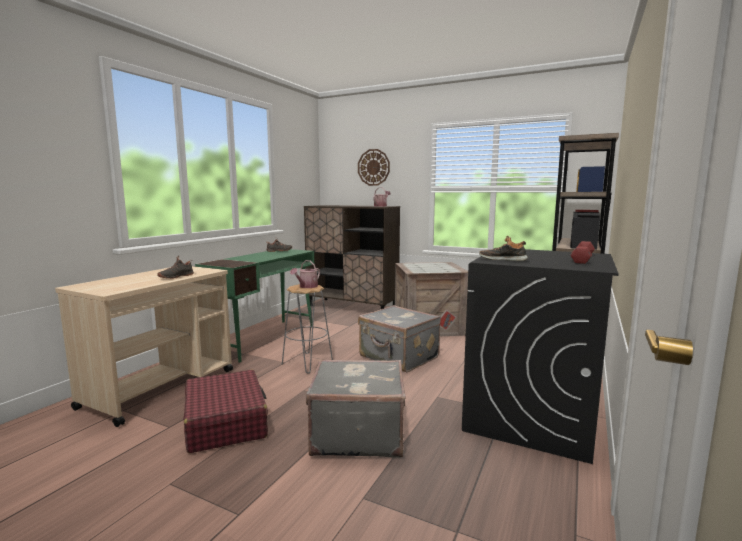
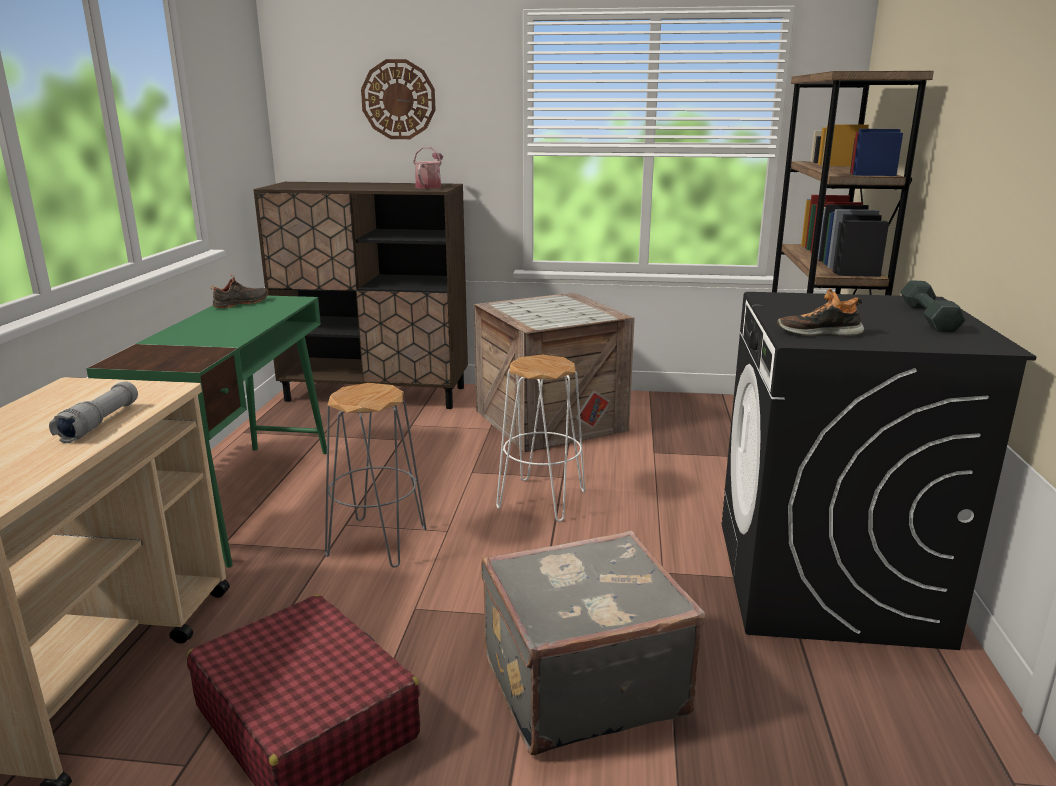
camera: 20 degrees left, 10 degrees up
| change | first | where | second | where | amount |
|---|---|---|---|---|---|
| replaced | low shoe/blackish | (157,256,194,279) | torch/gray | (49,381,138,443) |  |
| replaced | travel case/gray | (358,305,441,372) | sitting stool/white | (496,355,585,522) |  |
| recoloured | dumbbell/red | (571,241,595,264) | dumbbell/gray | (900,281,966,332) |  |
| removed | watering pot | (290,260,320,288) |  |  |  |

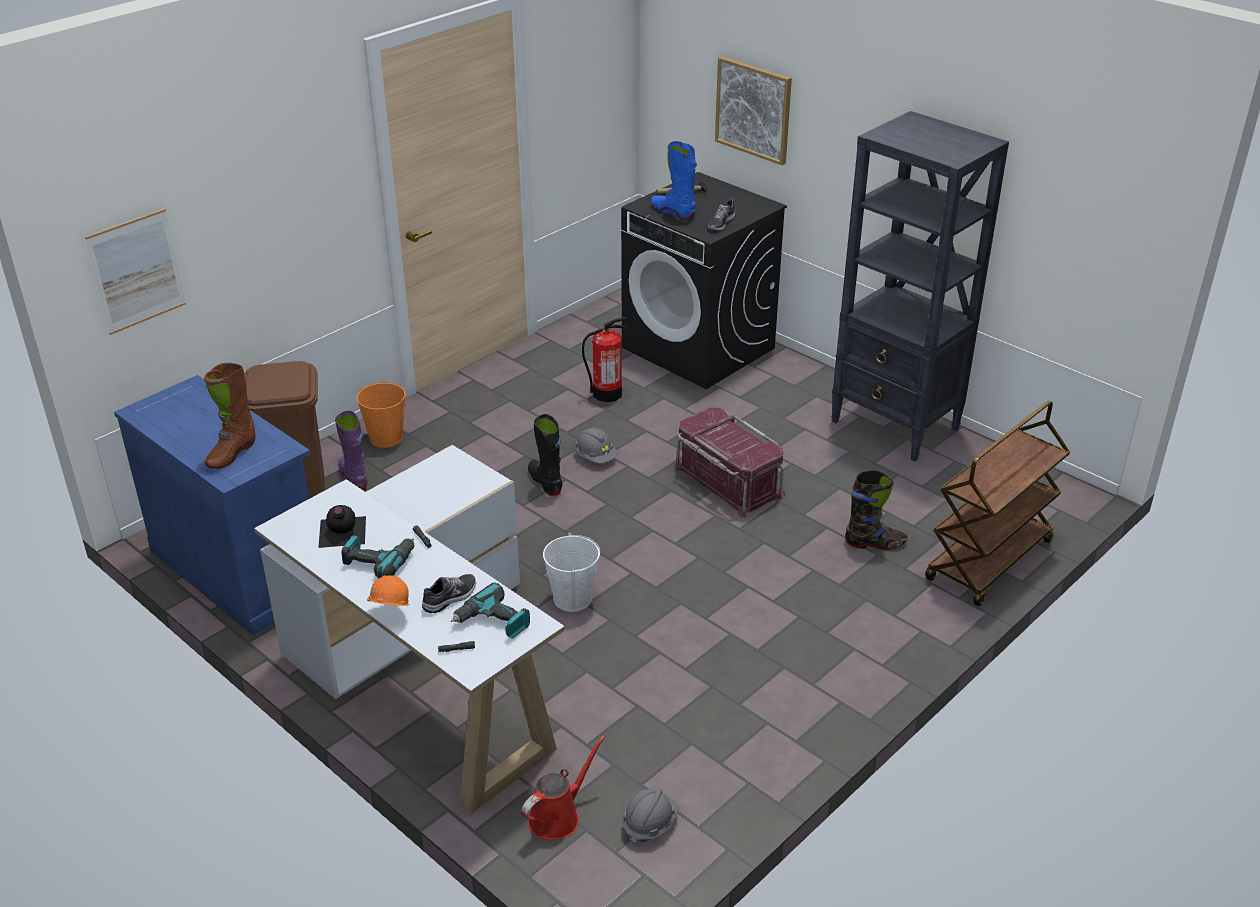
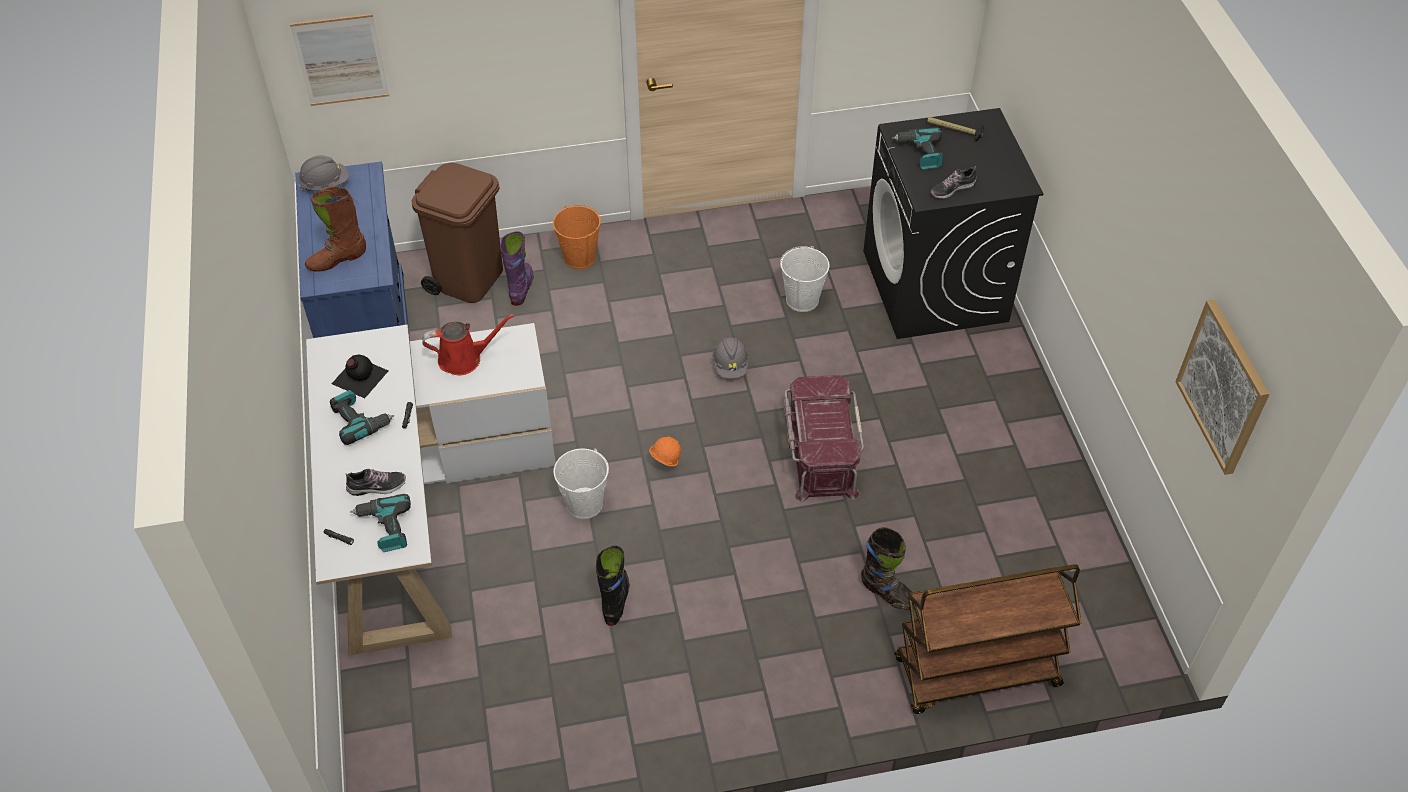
camera: 35 degrees right, 15 degrees up
| change | first | where | second | where | amount |
|---|---|---|---|---|---|
| moved | safety helmet/gray | (623,787,679,845) |  | (298,155,349,191) |  |
| moved | watering pot/red | (521,736,605,840) |  | (422,314,514,375) |  |
| moved | high-top boot/blackish | (528,414,563,496) |  | (596,546,630,626) |  |
| moved | safety helmet/orange-coloured | (367,575,409,606) |  | (649,436,681,467) |  |
| replaced | extinguisher | (582,317,626,402) | water bucket/white | (780,246,829,312) |  |
| replaced | high-top boot/blue | (651,141,697,220) | drill | (892,127,943,170) |  |
| moved | wall art | (715,56,792,165) |  | (1175,299,1270,475) |  |
| removed | shelving unit/blackish | (831,111,1009,462) |  |  |  |

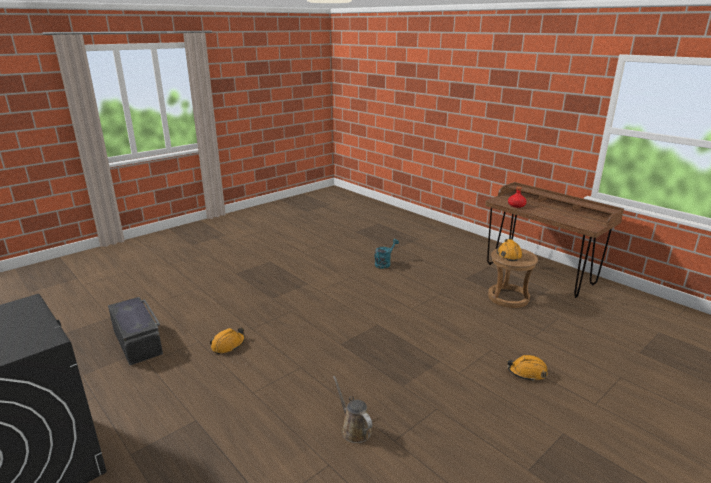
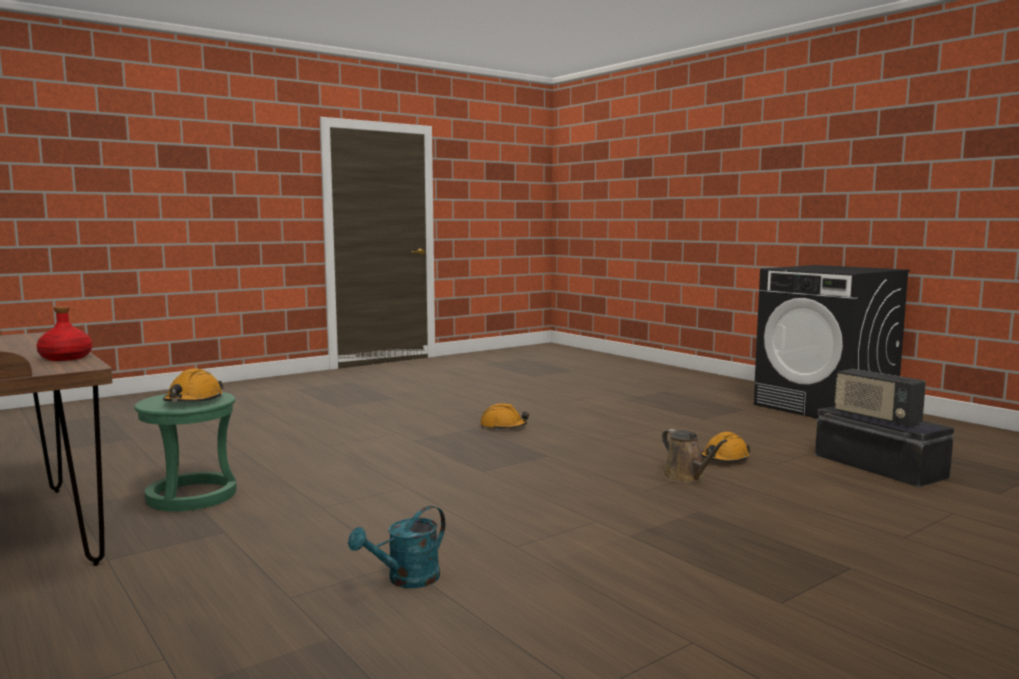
camera: 175 degrees left, 15 degrees down
| change | first | where | second | where | amount |
|---|---|---|---|---|---|
| recoloured | sitting stool/brownish | (488,249,538,308) | sitting stool/green-coloured | (134,392,237,511) |  |
| moved | safety helmet/orange-coloured | (507,355,548,381) |  | (480,403,529,430) |  |
| moved | watering pot/brownish | (333,376,372,443) |  | (662,429,727,483) |  |
| added |  |  | radio set | (835,369,926,426) |  |

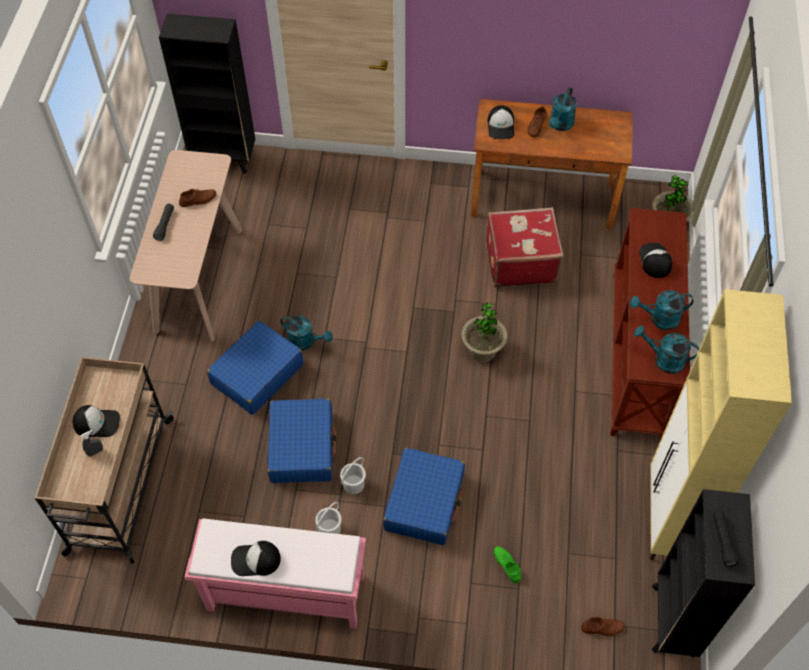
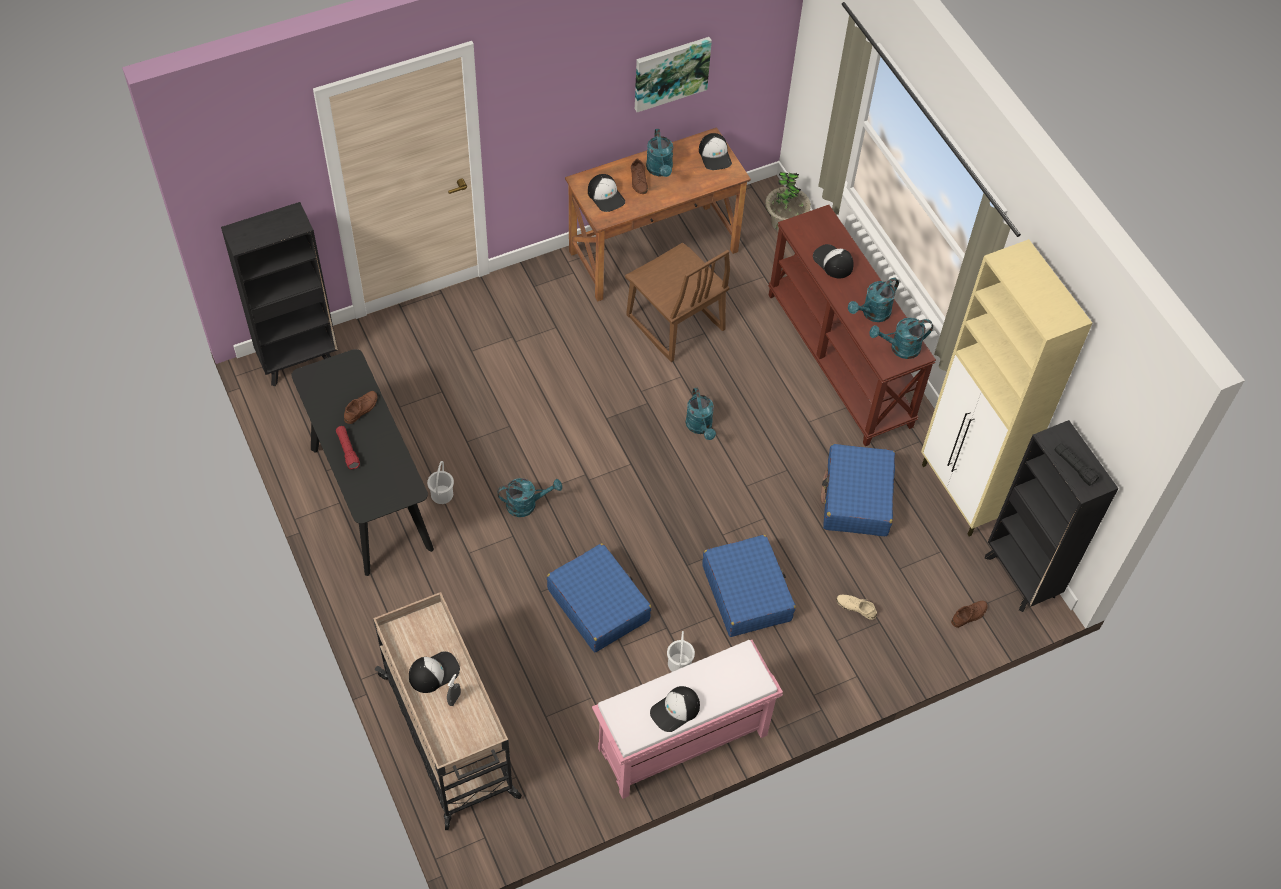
camera: 35 degrees left, 0 degrees up
| change | first | where | second | where | amount |
|---|---|---|---|---|---|
| recoloured | hall table/beige | (130,150,243,341) | hall table/blackish | (291,349,434,576) |  |
| recoloured | torch/blackish | (153,204,174,241) | torch/red | (336,426,360,469) |  |
| moved | water bucket/white | (340,457,366,494) |  | (427,461,454,504) |  |
| replaced | travel case/red | (486,207,564,287) | upright chair/brownish | (625,243,730,362) |  |
| added |  |  | wall art | (635,37,712,112) |  |
| replaced | houseplant | (461,303,508,362) | watering pot/turquoise | (686,388,716,440) |  |
| added |  |  | peaked cap | (699,133,732,170) |  |
| moved | travel case/blue | (207,321,303,415) |  | (821,444,895,536) |  |
| recoloured | low shoe/green-coloured | (493,546,521,583) | low shoe/beige | (836,595,877,620) |  |

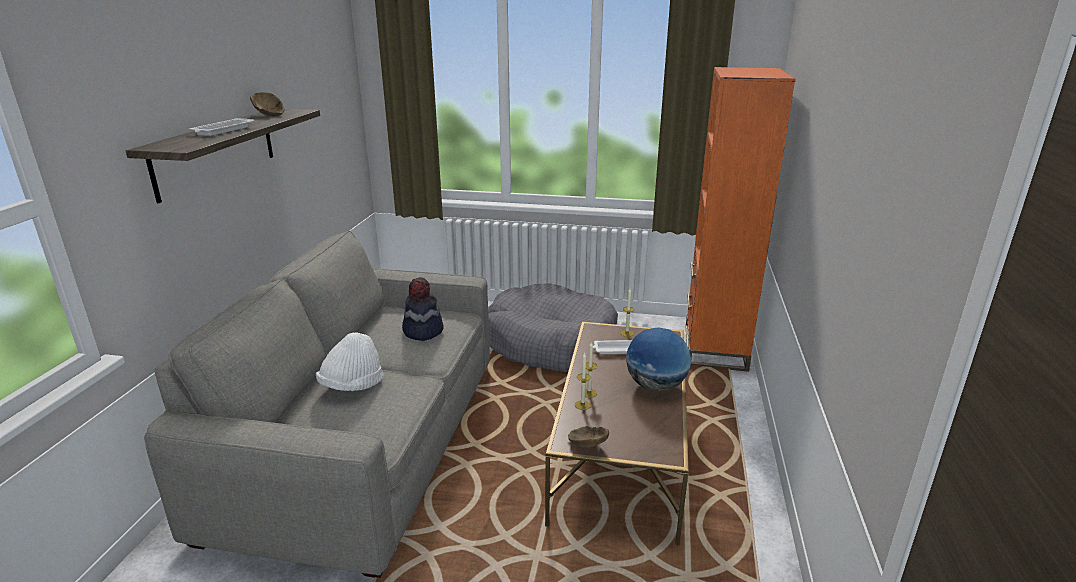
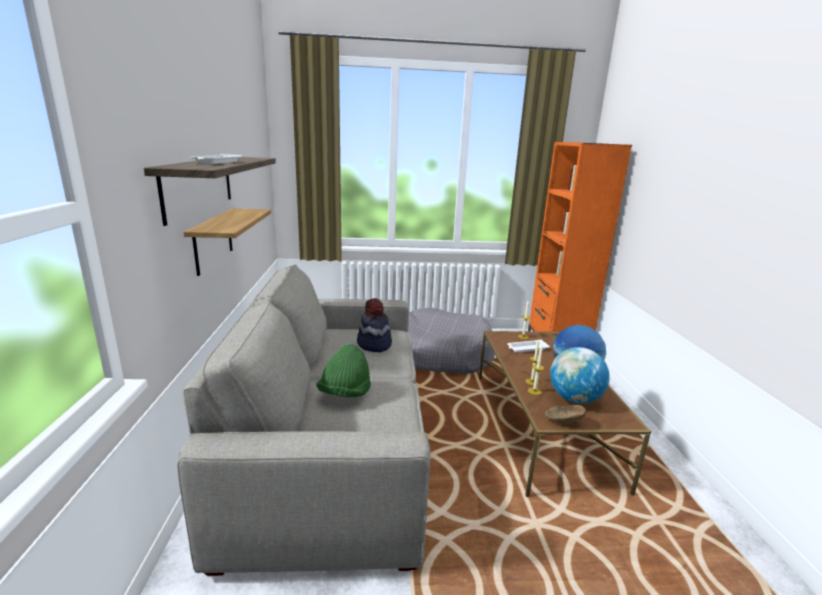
camera: 15 degrees left, 5 degrees down
| change | first | where | second | where | amount |
|---|---|---|---|---|---|
| added |  |  | wall shelf | (184,208,271,276) |  |
| recoloured | clothing hat/white | (316,333,384,391) | clothing hat/green-coloured | (316,344,371,397) |  |
| added |  |  | globe | (550,347,610,404) |  |
| removed | bowl/brownish | (250,92,284,116) |  |  |  |

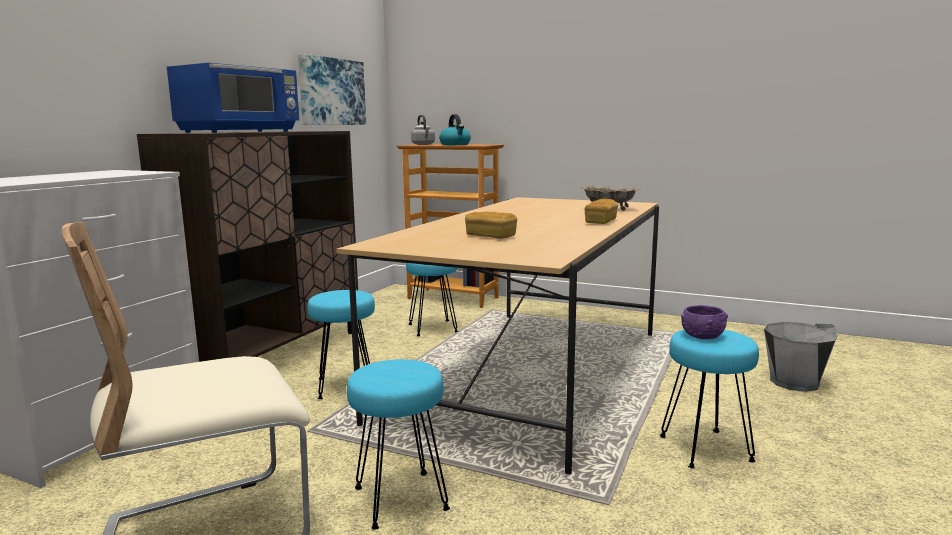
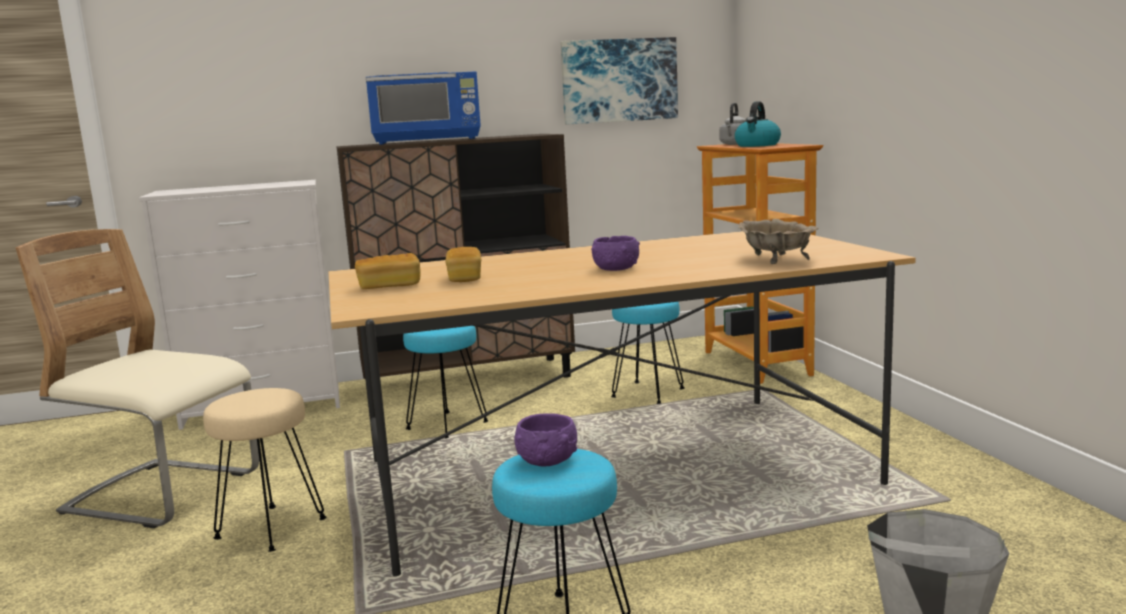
camera: 50 degrees right, 0 degrees up
| change | first | where | second | where | amount |
|---|---|---|---|---|---|
| recoloured | sitting stool/turquoise | (347,359,450,530) | sitting stool/beige | (203,388,326,552) |  |
| moved | baked bread | (585,199,618,224) |  | (355,253,421,289) |  |
| added |  |  | bowl/purple-coloured | (591,236,640,271) |  |

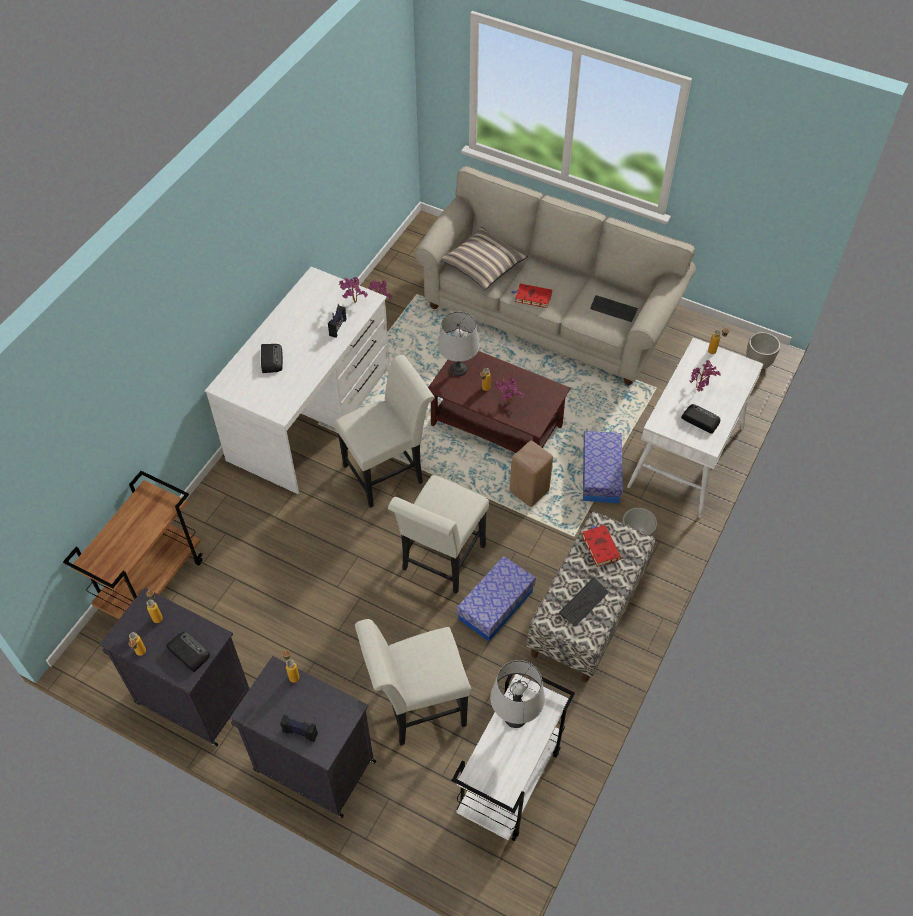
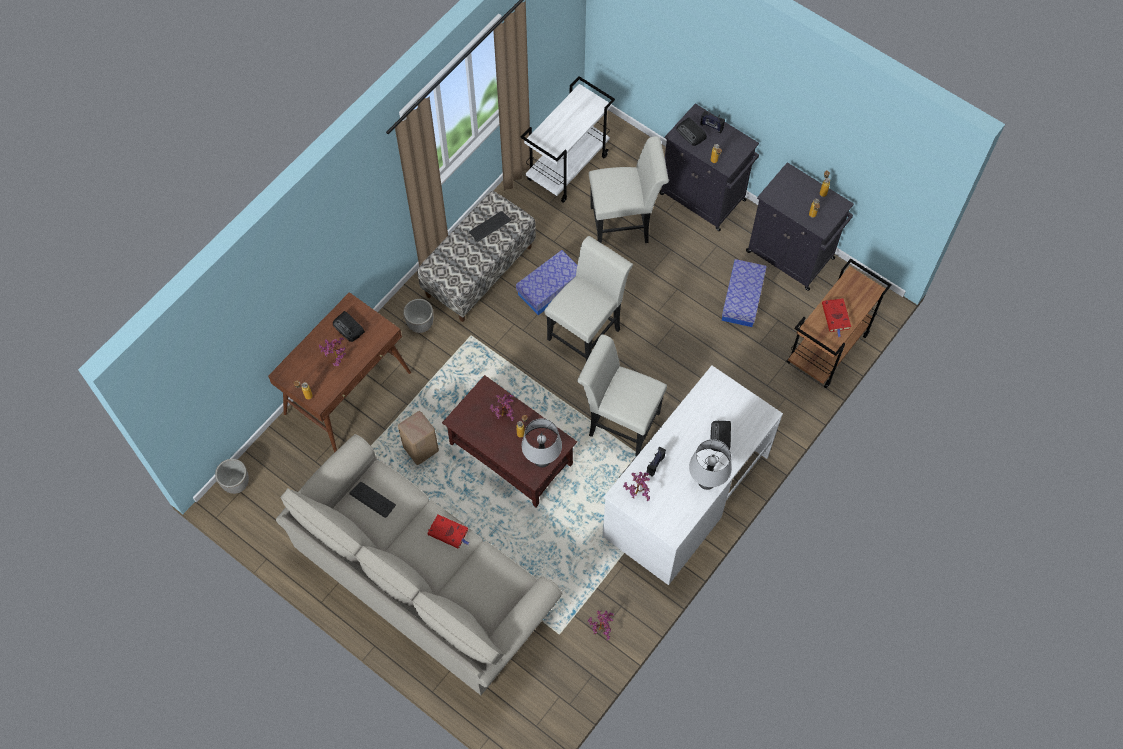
camera: 170 degrees left, 10 degrees up
| change | first | where | second | where | amount |
|---|---|---|---|---|---|
| recoloured | desk table/white | (627,337,763,518) | desk table/brownish | (268,292,411,453) |  |
| moved | sitting stool/beige | (509,441,553,507) |  | (398,411,439,465) |  |
| turned | upright chair/white | (334,355,435,508) |  | (577,334,667,456) | 45 degrees clockwise |
| moved | radio set | (166,632,210,672) |  | (676,117,707,146) |  |
| moved | lamp for a table/gray | (490,660,545,728) |  | (689,439,732,490) |  |
| moved | storage box | (583,431,623,503) |  | (722,259,767,327) |  |
| moved | book/red | (582,525,621,567) |  | (822,298,851,337) |  |
| removed | throw pillow | (441,227,528,290) |  |  |  |

